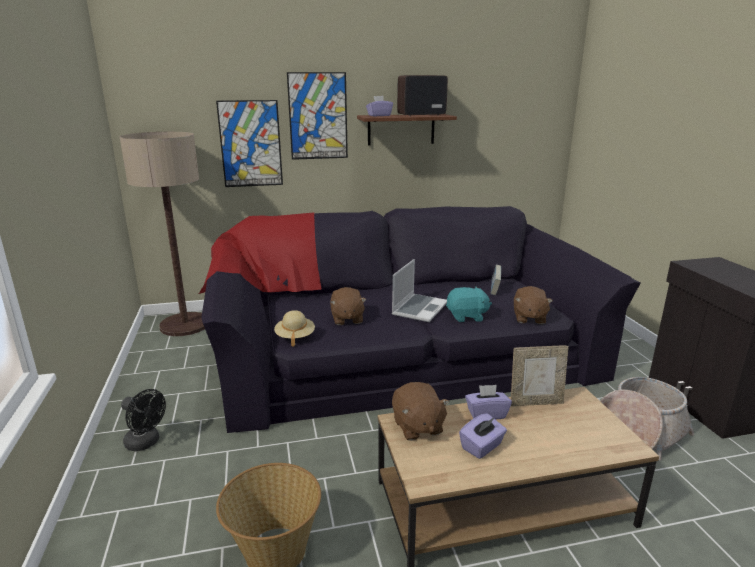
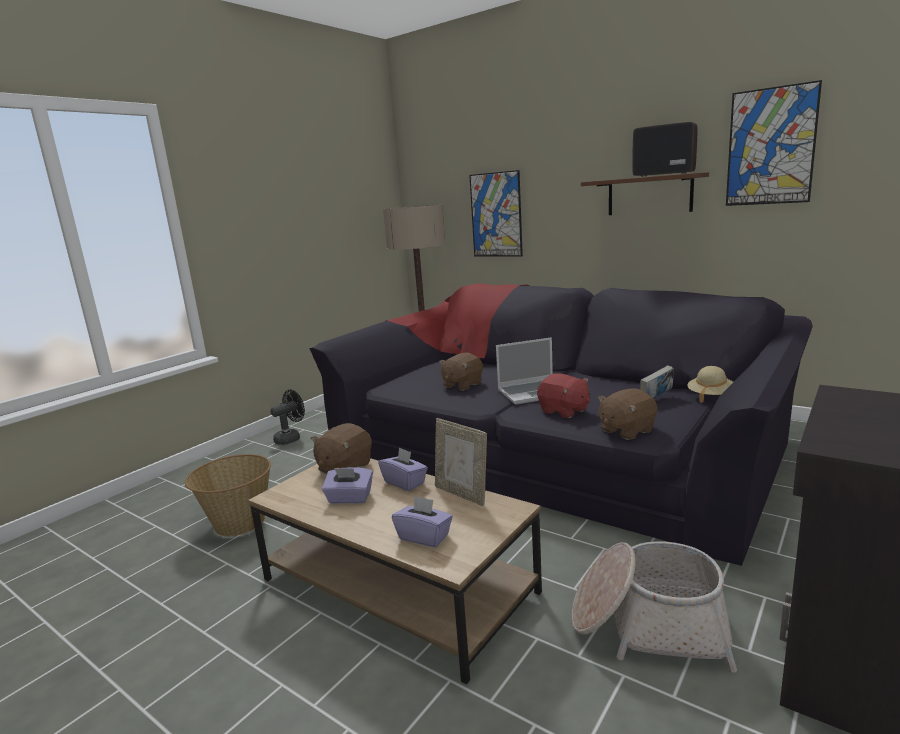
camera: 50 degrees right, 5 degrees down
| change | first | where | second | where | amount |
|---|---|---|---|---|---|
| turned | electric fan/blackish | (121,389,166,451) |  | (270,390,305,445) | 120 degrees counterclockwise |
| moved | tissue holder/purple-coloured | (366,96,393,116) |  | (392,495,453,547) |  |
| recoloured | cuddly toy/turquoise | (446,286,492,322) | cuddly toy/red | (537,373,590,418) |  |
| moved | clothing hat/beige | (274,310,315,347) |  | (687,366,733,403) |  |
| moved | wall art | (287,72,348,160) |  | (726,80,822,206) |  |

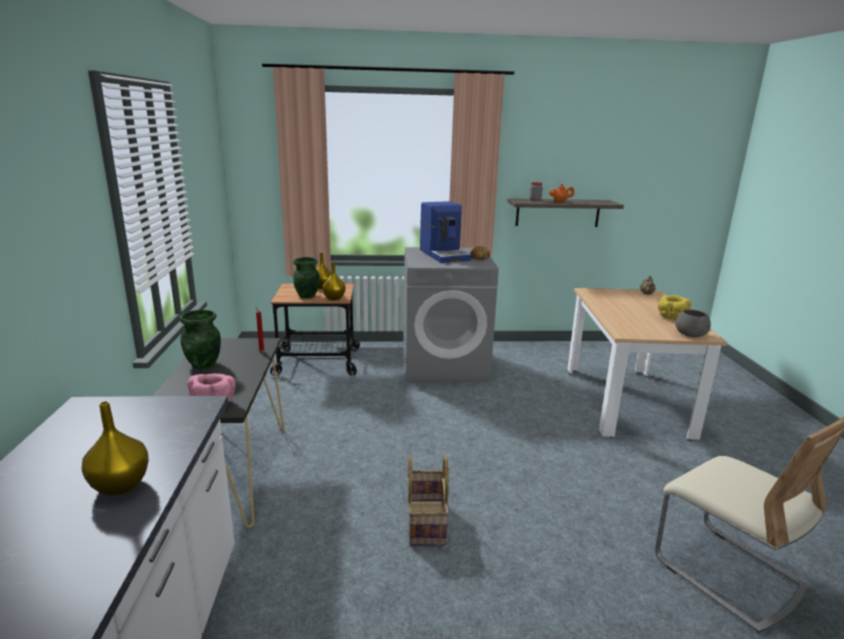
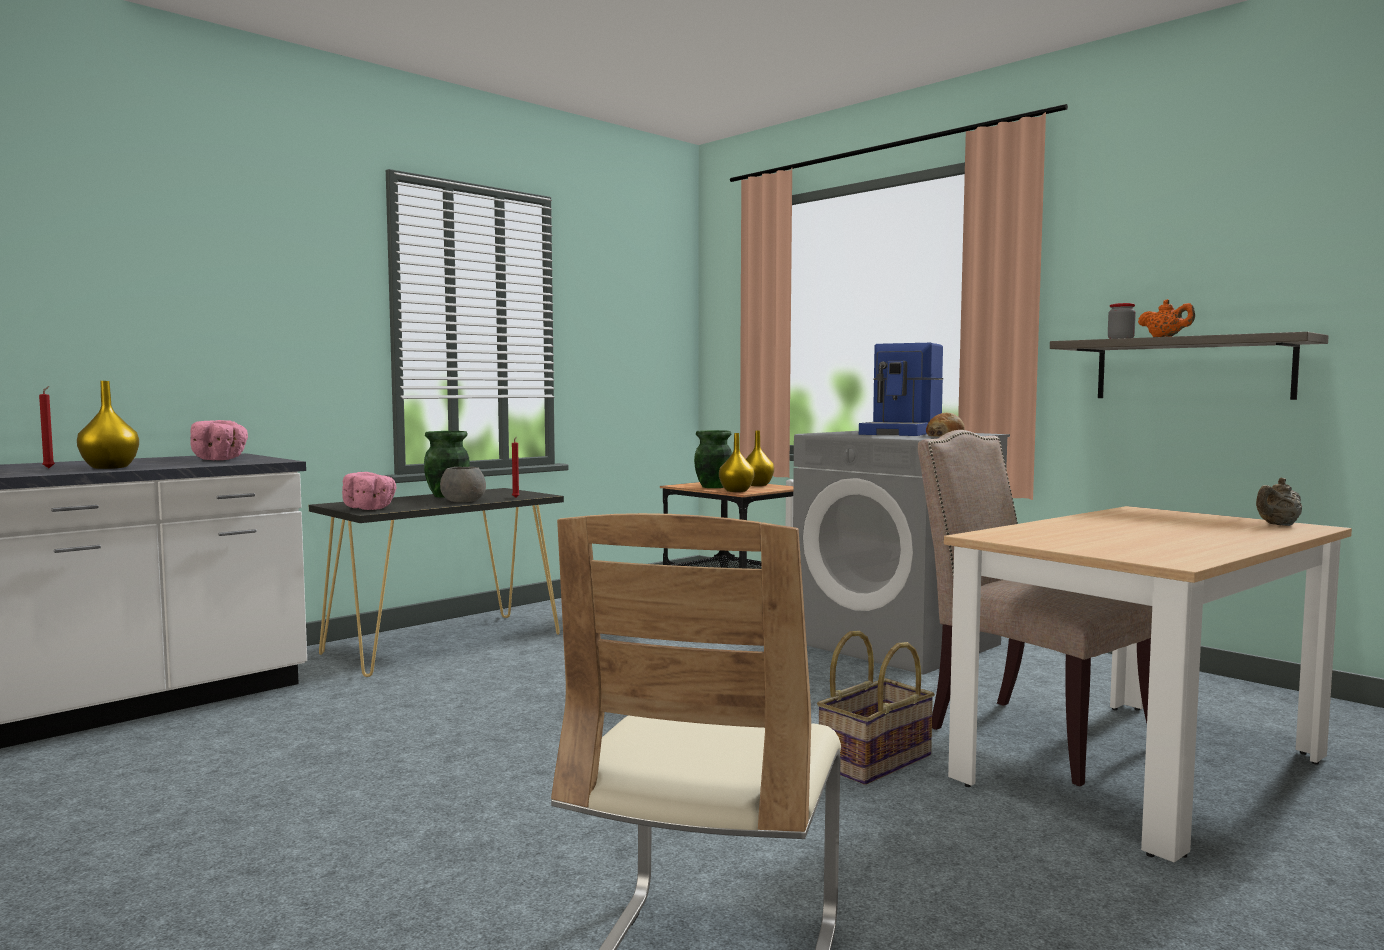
camera: 50 degrees right, 15 degrees down
| change | first | where | second | where | amount |
|---|---|---|---|---|---|
| added |  |  | wax candle/red | (39,386,55,468) |  |
| added |  |  | bowl/pink-coloured | (190,420,248,460) |  |
| moved | bowl/gray | (675,309,711,337) |  | (440,467,486,502) |  |
| moved | storage basket | (408,456,449,546) |  | (817,631,935,785) |  |
| added |  |  | upright chair/beige | (918,430,1152,786) |  |
| removed | bowl/yellow-coloured | (658,295,691,320) |  |  |  |

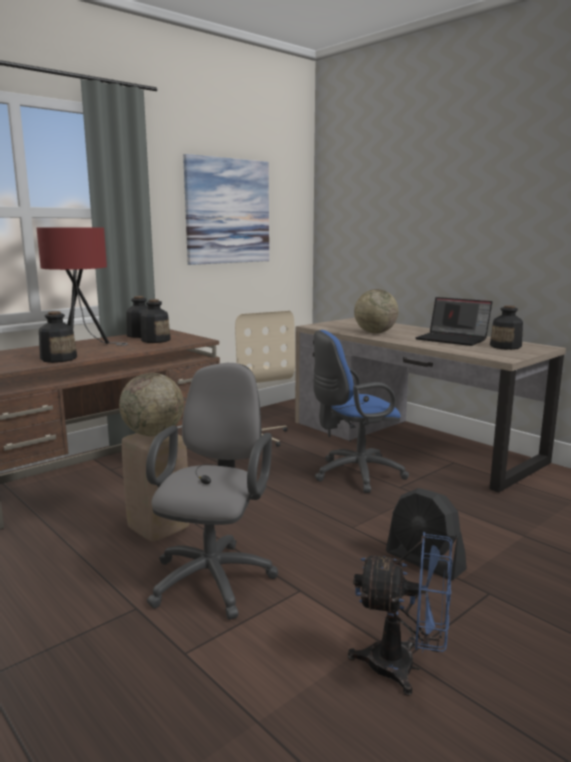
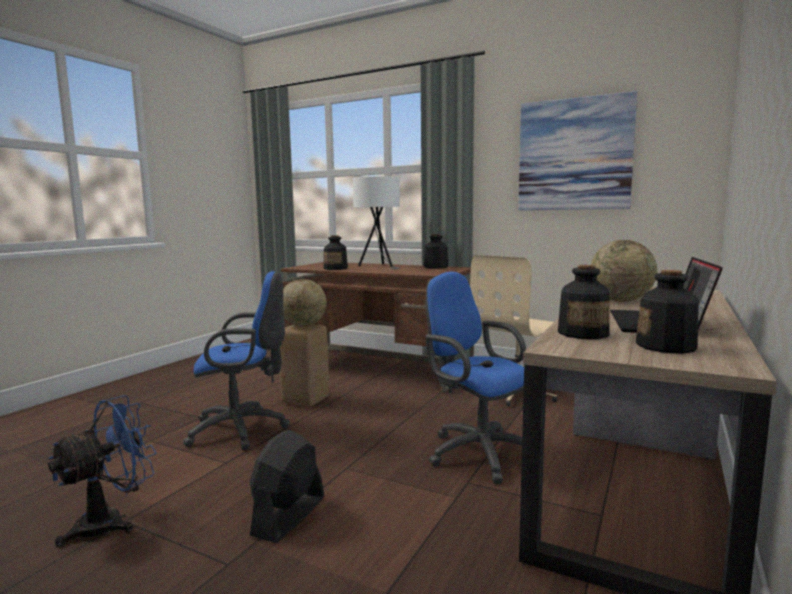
camera: 70 degrees right, 5 degrees down
| change | first | where | second | where | amount |
|---|---|---|---|---|---|
| turned | electric fan/blue | (348,532,452,696) |  | (48,395,157,547) | 135 degrees counterclockwise |
| recoloured | computer chair/gray | (146,363,278,620) | computer chair/blue | (183,271,290,450) |  |
| recoloured | lamp for a table/red | (37,227,128,346) | lamp for a table/white | (353,176,400,269) |  |
| moved | drink bottle | (141,299,171,343) |  | (558,265,610,339) |  |

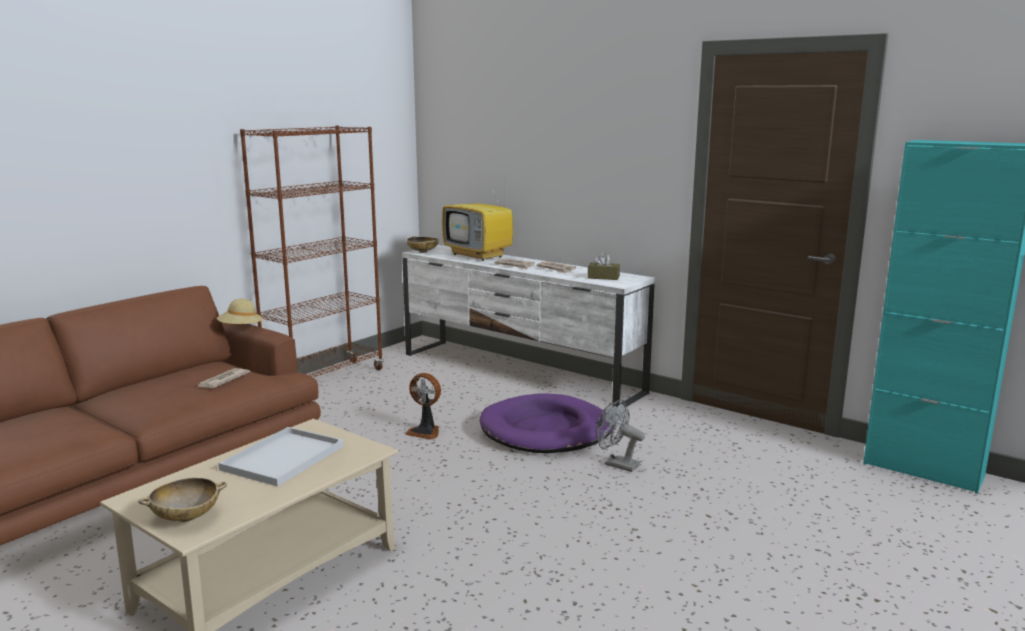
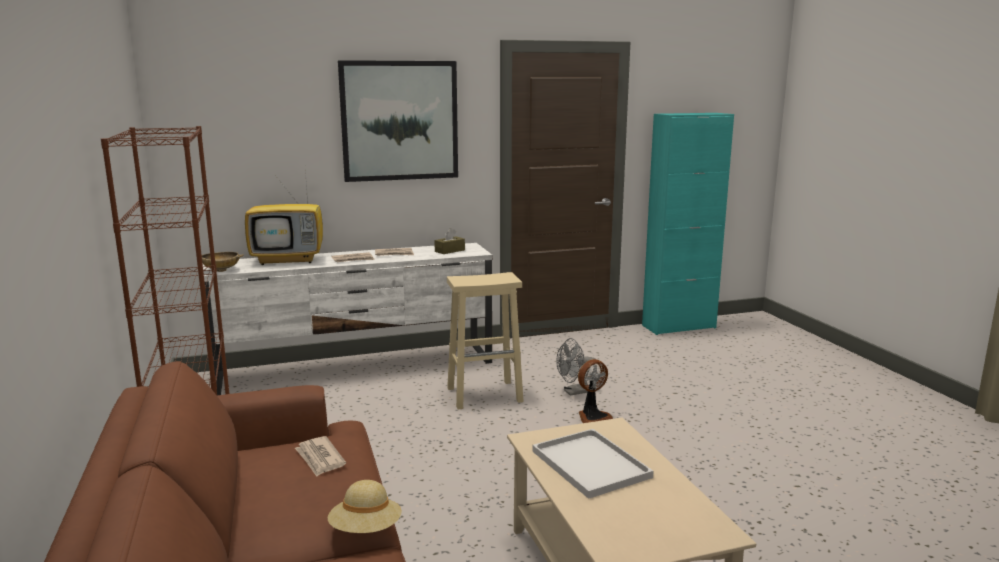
camera: 55 degrees left, 0 degrees up
| change | first | where | second | where | amount |
|---|---|---|---|---|---|
| moved | clothing hat/beige | (217,299,264,324) |  | (328,480,402,533) |  |
| added |  |  | wall art | (338,60,458,182) |  |
| replaced | pet bed/purple-coloured | (480,394,612,453) | sitting stool/beige | (447,272,524,409) |  |
| moved | electric fan | (405,373,441,440) |  | (578,359,613,423) |  |
| removed | bowl/beige | (138,478,227,522) |  |  |  |

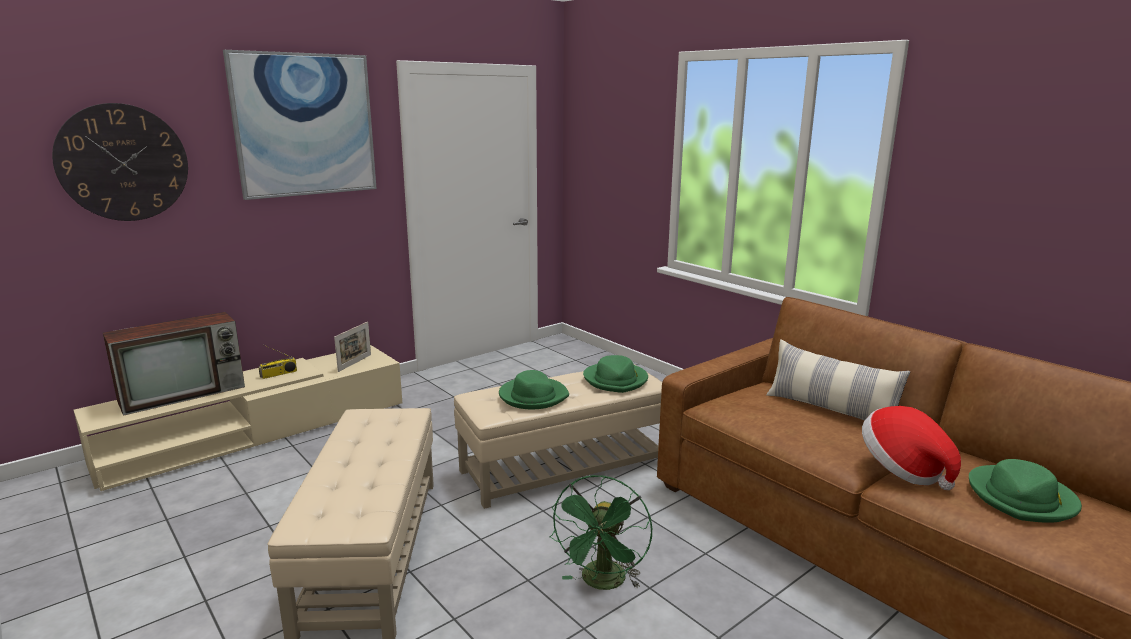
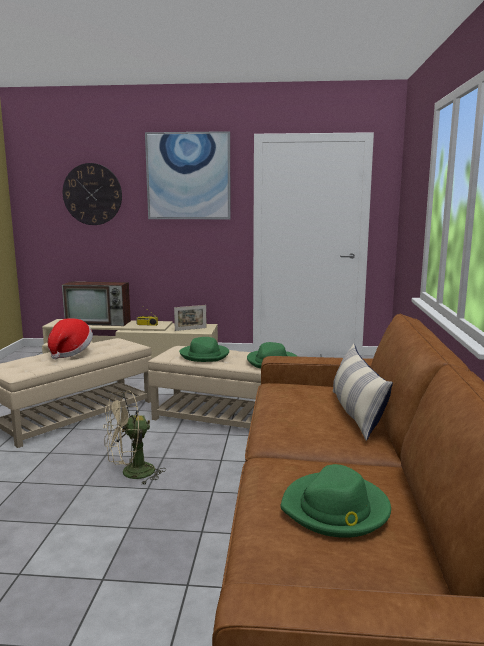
camera: 45 degrees right, 5 degrees down
| change | first | where | second | where | amount |
|---|---|---|---|---|---|
| moved | clothing hat | (862,406,961,490) |  | (48,318,93,359) |  |
| recoloured | electric fan/green-coloured | (550,475,652,590) | electric fan/beige | (103,390,166,485) |  |

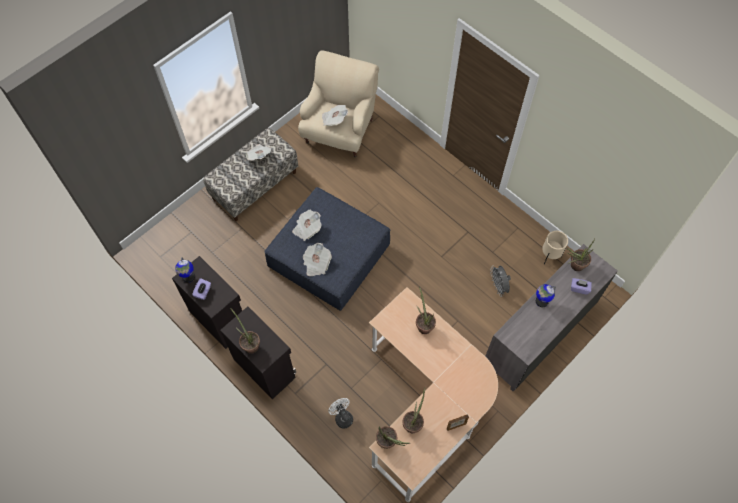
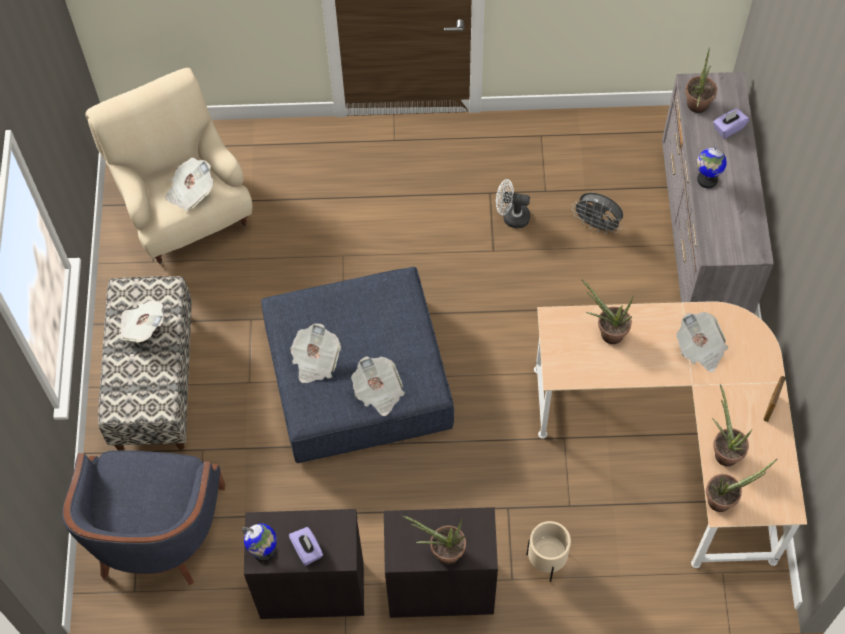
camera: 45 degrees left, 0 degrees up
| change | first | where | second | where | amount |
|---|---|---|---|---|---|
| added |  |  | armchair/blue | (62,450,225,585) |  |
| moved | electric fan/white | (328,398,353,429) |  | (496,179,530,228) |  |
| moved | flower pot/beige | (542,231,568,264) |  | (527,521,571,582) |  |
| added |  |  | printed paper | (676,312,728,372) |  |

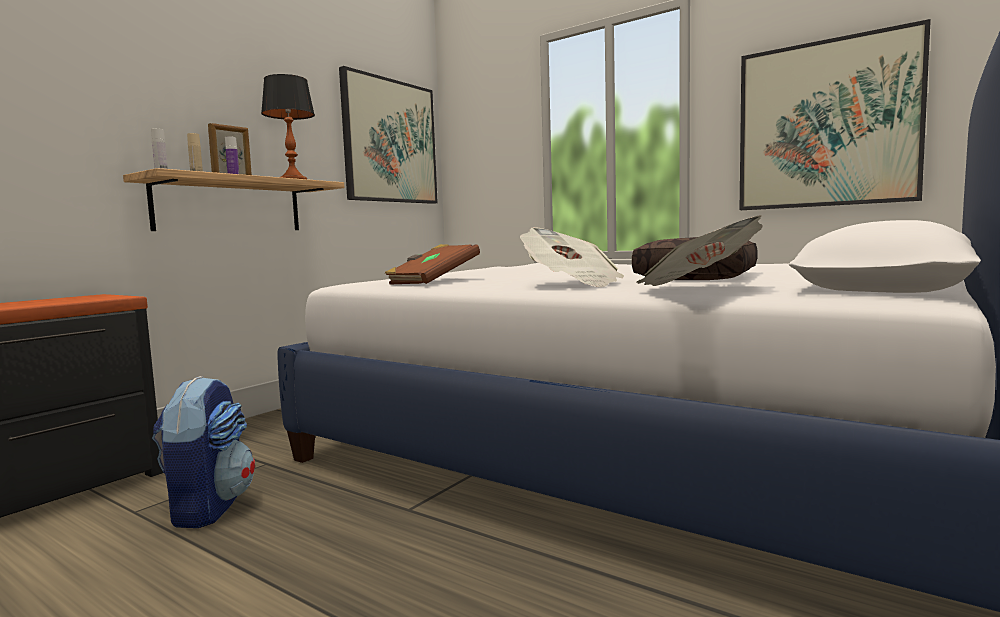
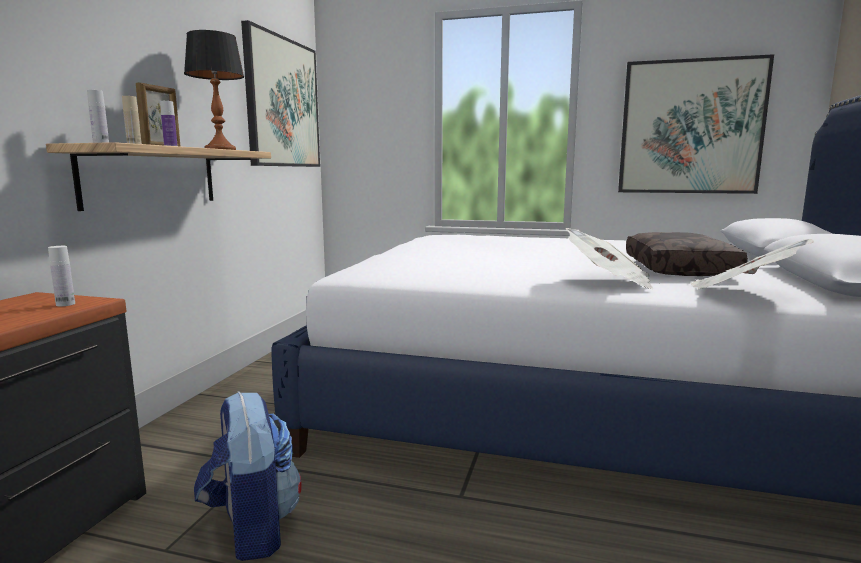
camera: 20 degrees left, 5 degrees up
| change | first | where | second | where | amount |
|---|---|---|---|---|---|
| added |  |  | drink bottle/white | (48,246,75,306) |  |
| removed | book/brownish | (385,244,480,284) |  |  |  |

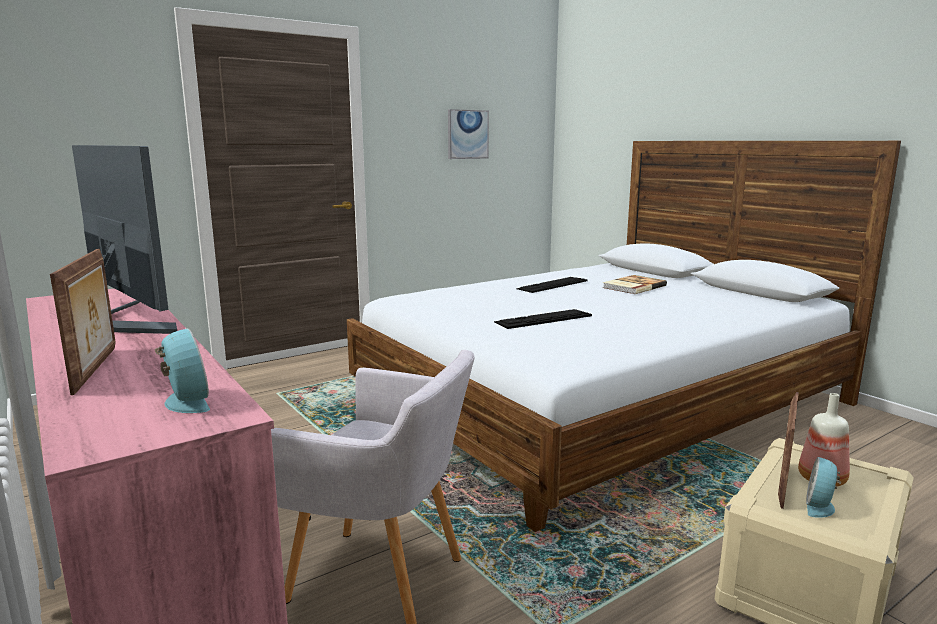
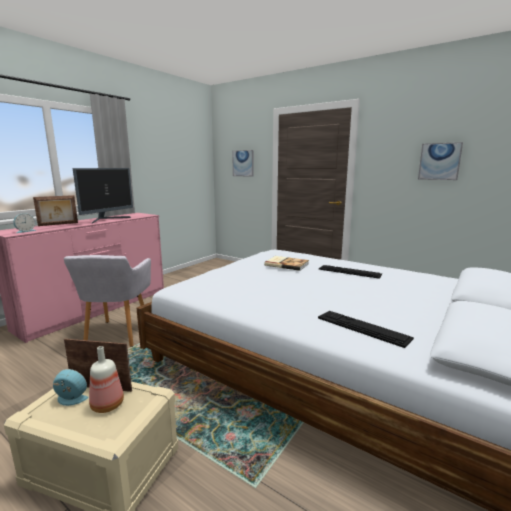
camera: 70 degrees right, 0 degrees up
| change | first | where | second | where | amount |
|---|---|---|---|---|---|
| added |  |  | wall art | (232,150,254,177) |  |
| moved | book | (603,275,667,294) |  | (264,256,309,271) |  |
| moved | computer keyboard | (494,309,592,329) |  | (318,311,414,348) |  |

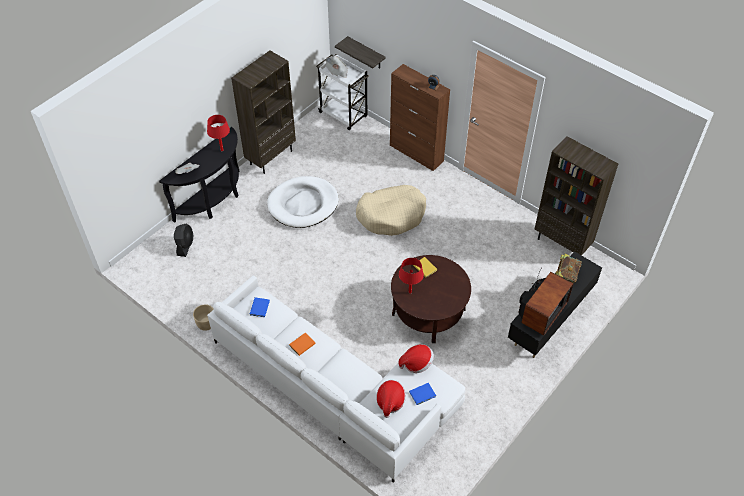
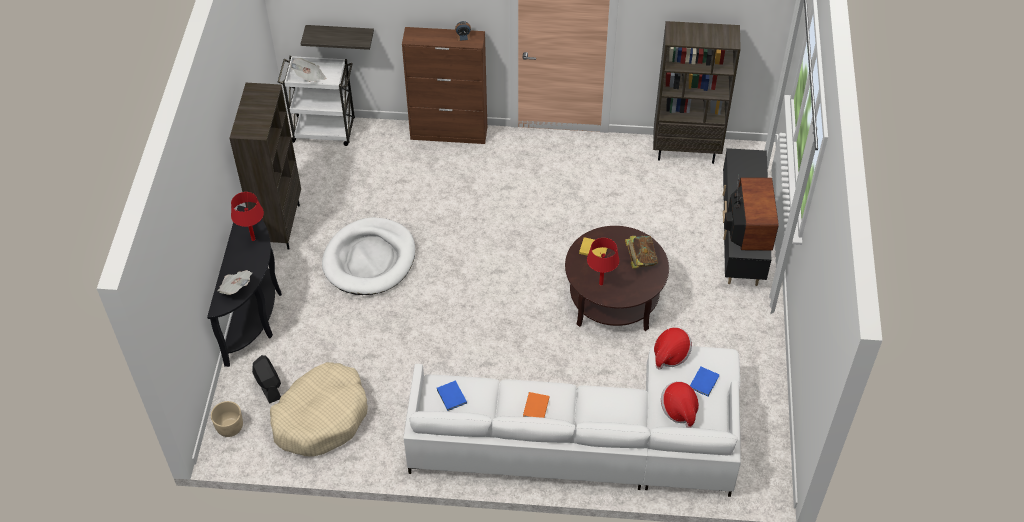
camera: 35 degrees left, 0 degrees up
| change | first | where | second | where | amount |
|---|---|---|---|---|---|
| moved | flower pot/beige | (193,304,214,331) |  | (211,401,243,437) |  |
| moved | pet bed/beige | (356,185,426,236) |  | (270,362,368,456) |  |
| moved | book | (555,254,582,283) |  | (625,235,658,269) |  |

